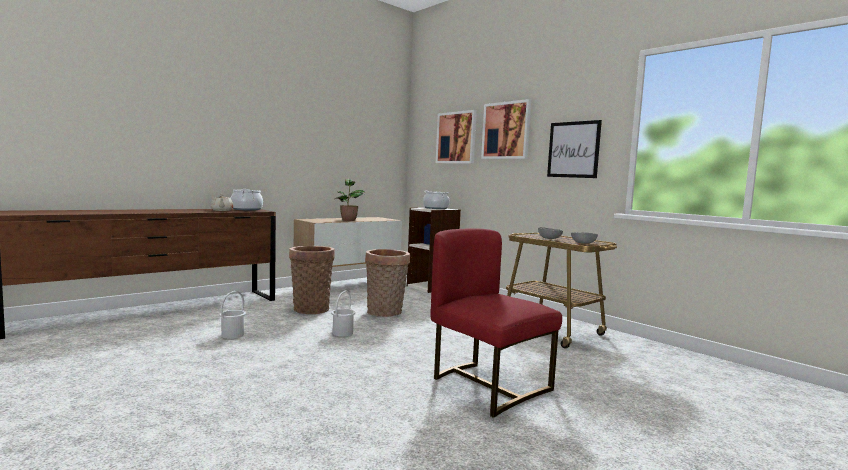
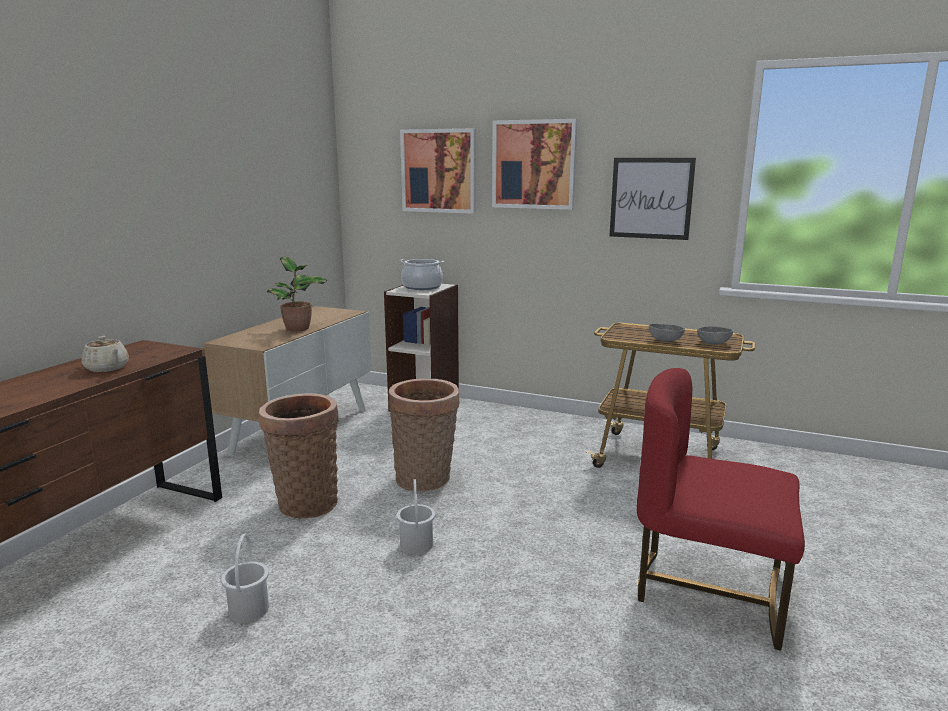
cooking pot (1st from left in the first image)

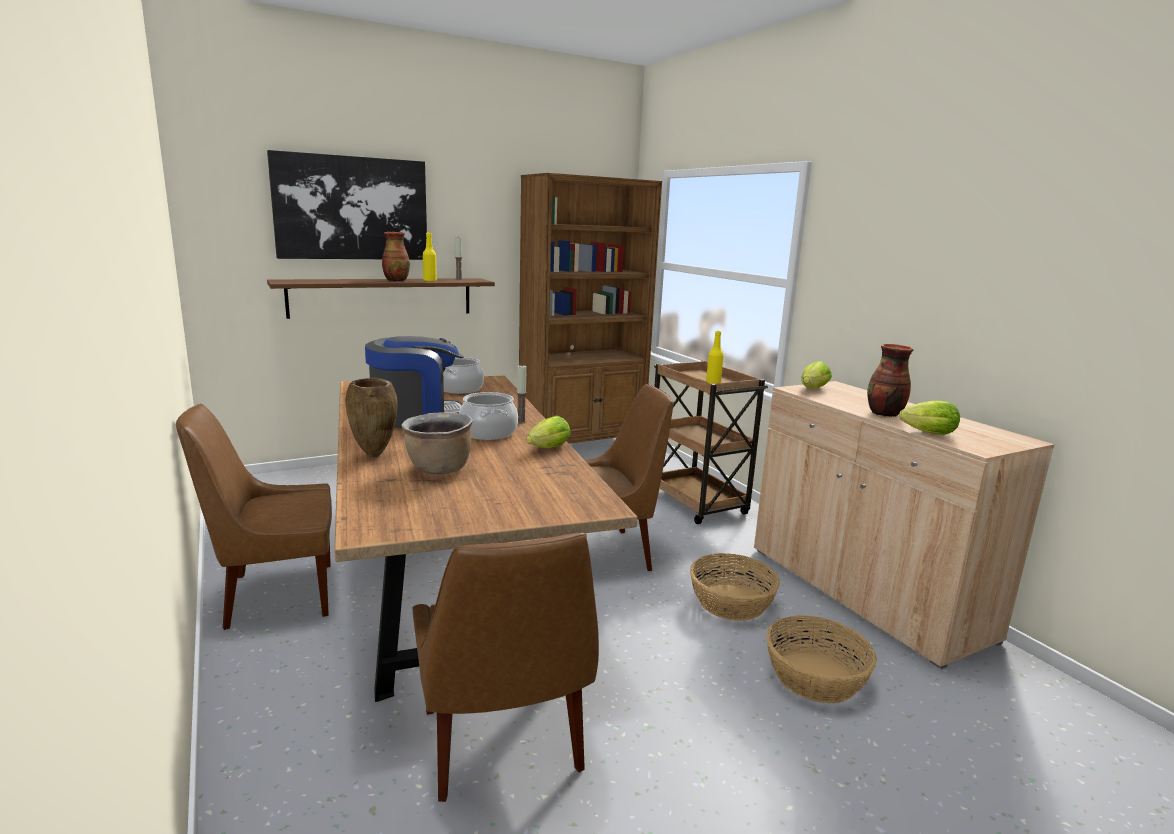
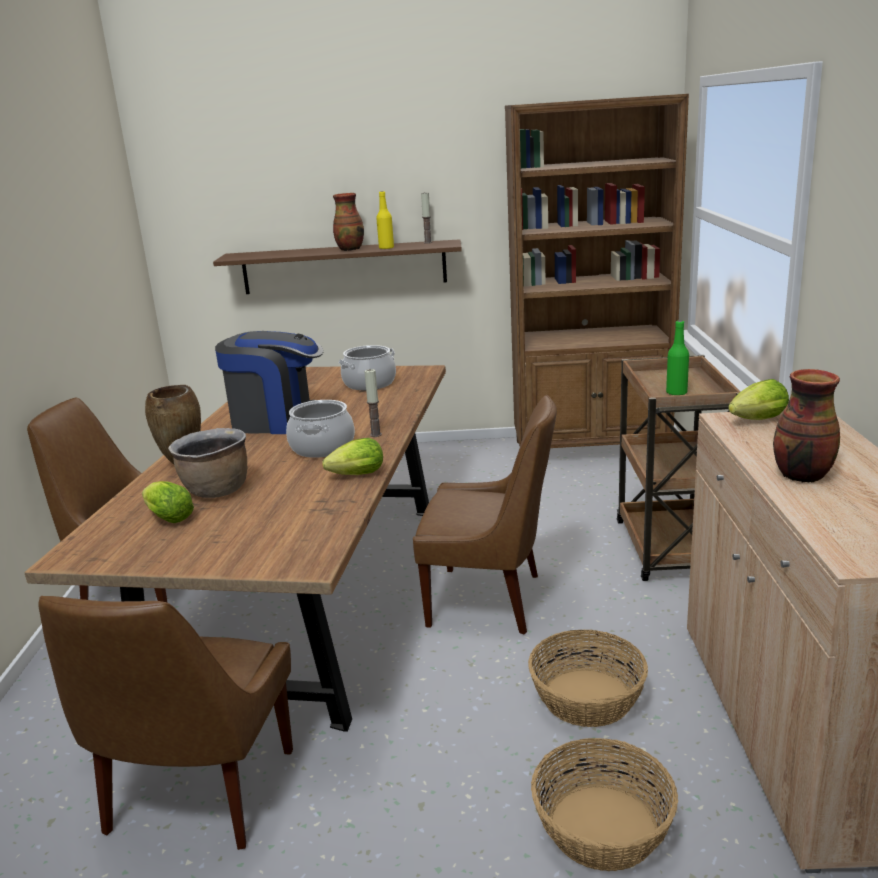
head of lettuce (1st from left)
green-coloured bottle
picture

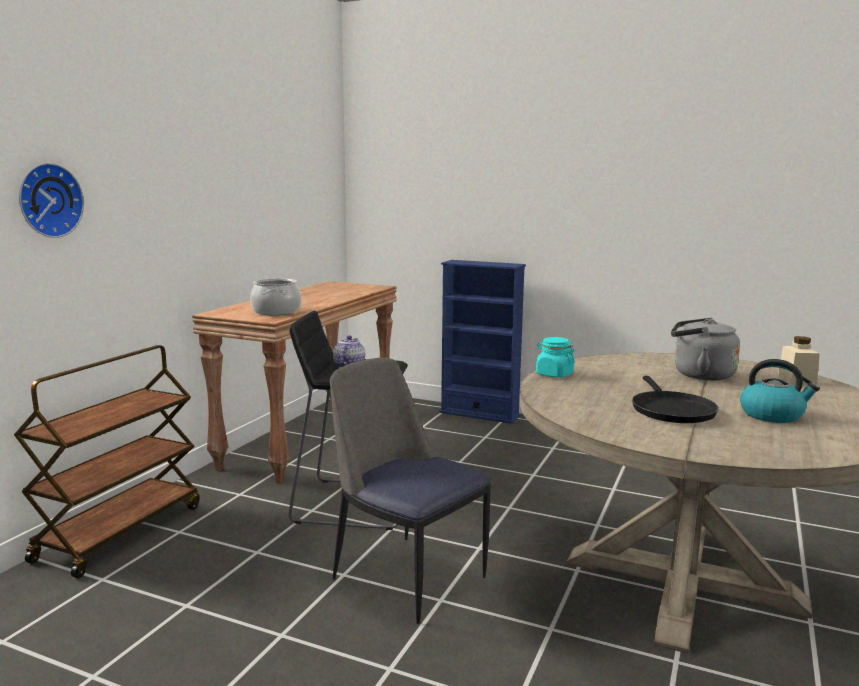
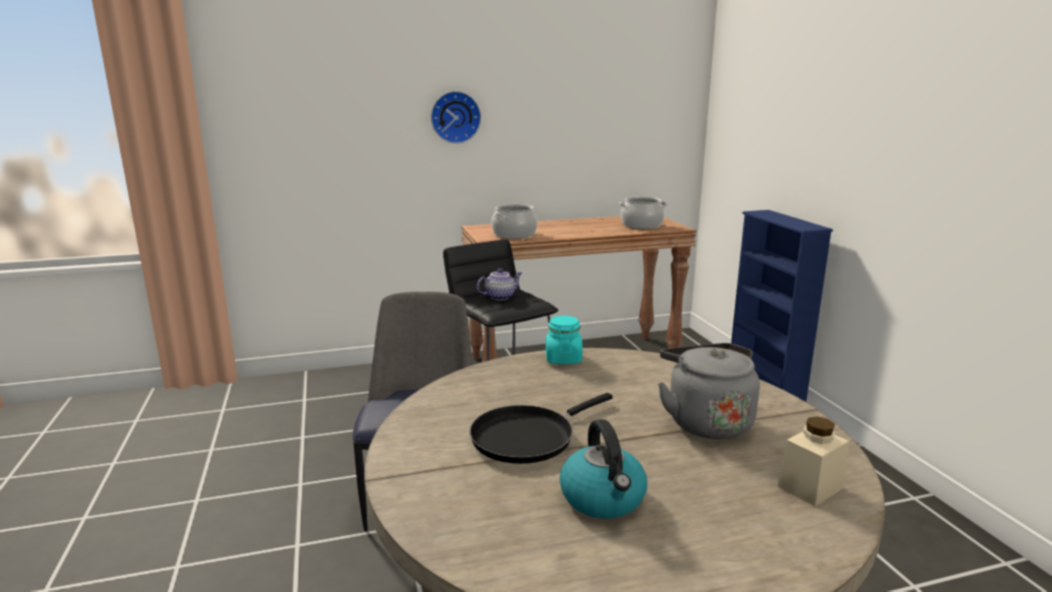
clock on the wall
cooking pot (2nd from left)
brown-coloured trolley

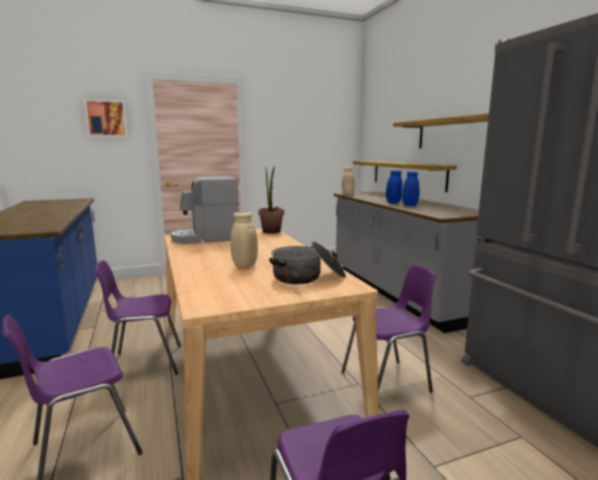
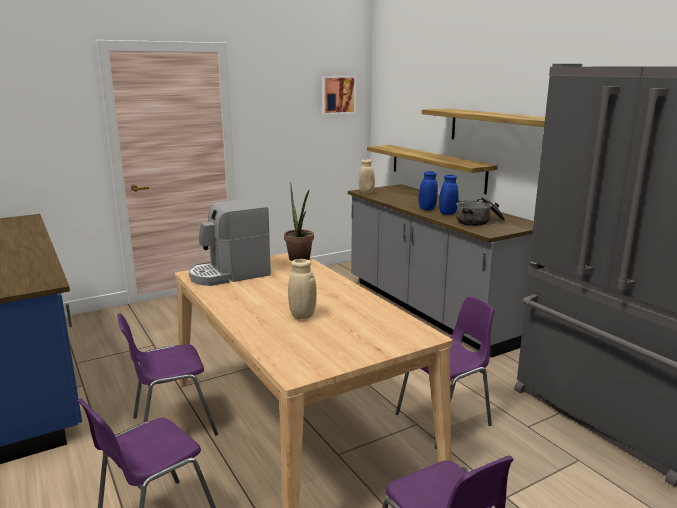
picture
cooking pot

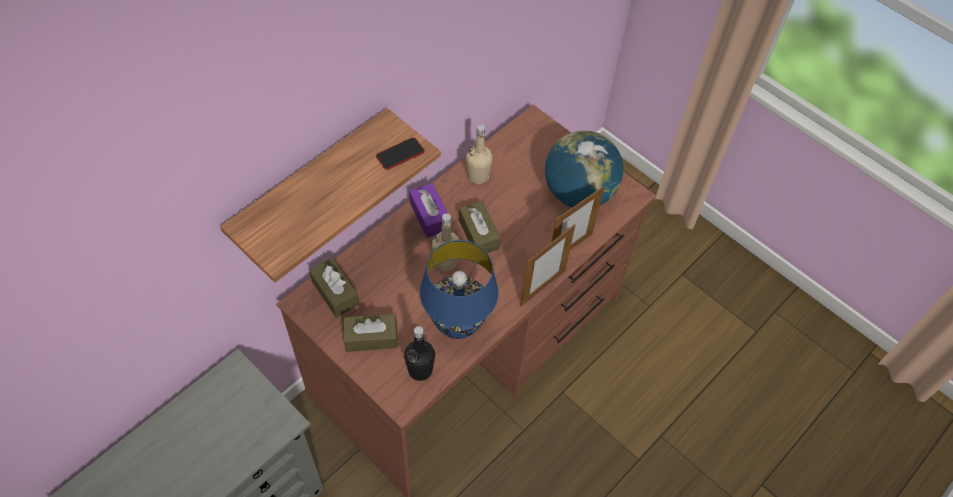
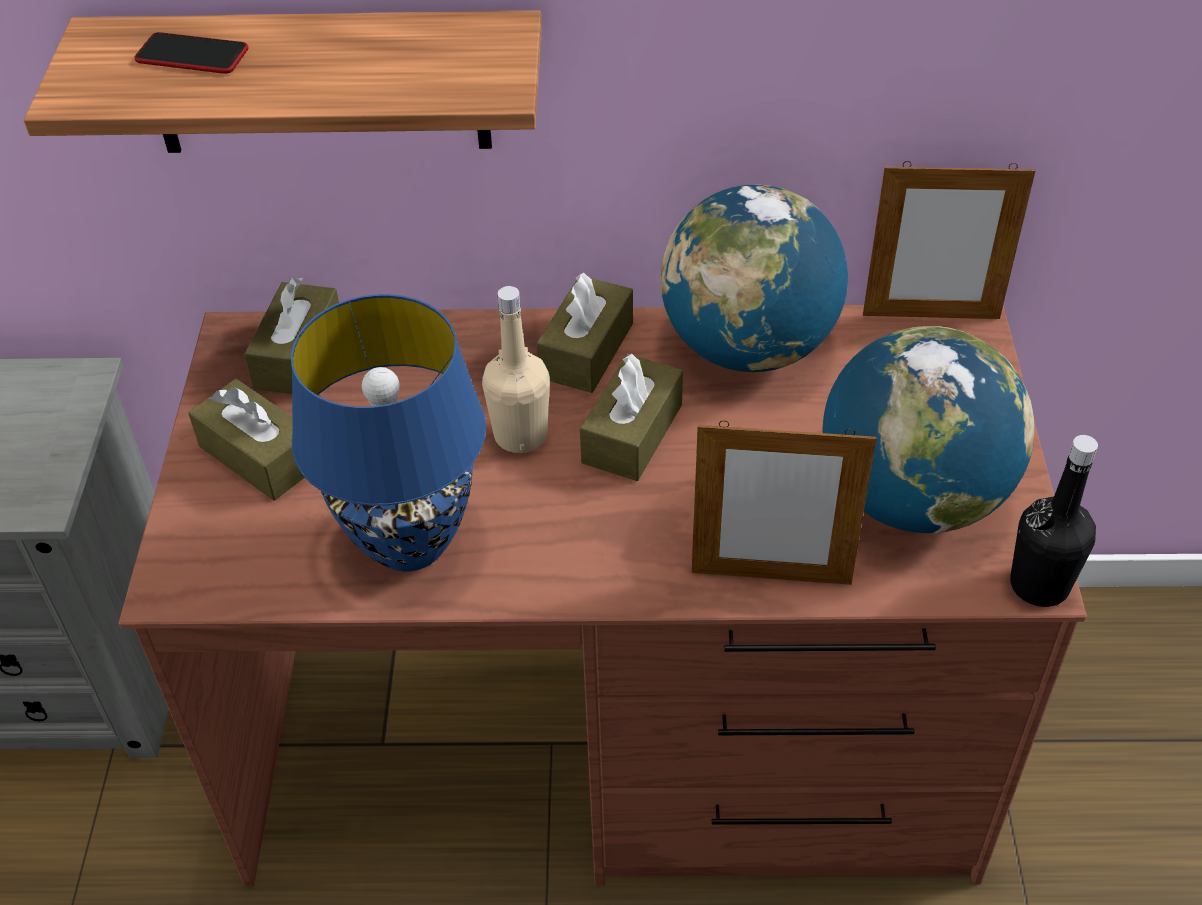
handset
brown-coloured box of tissues (3rd from left)
globe (1st from left)
picture frame (2nd from left)
blackish bottle

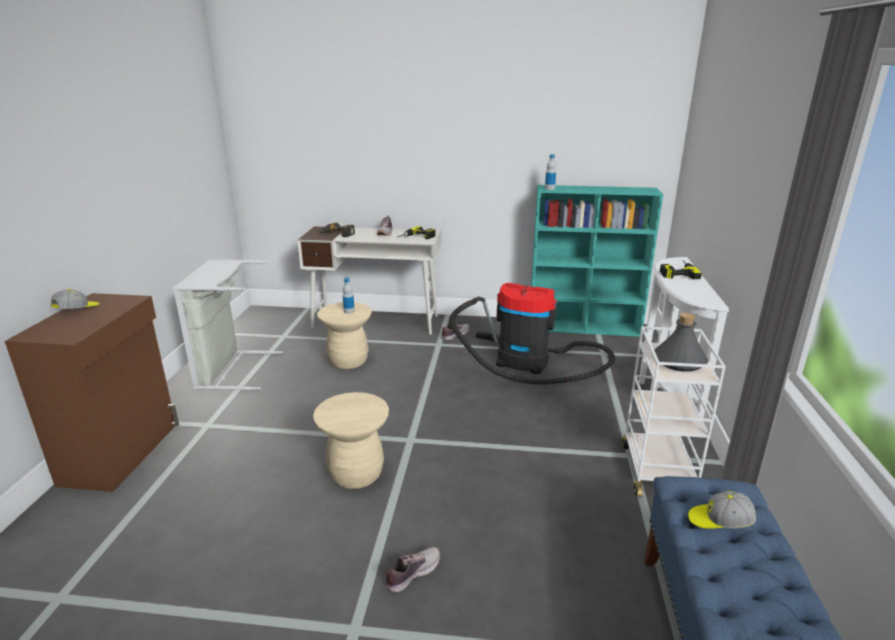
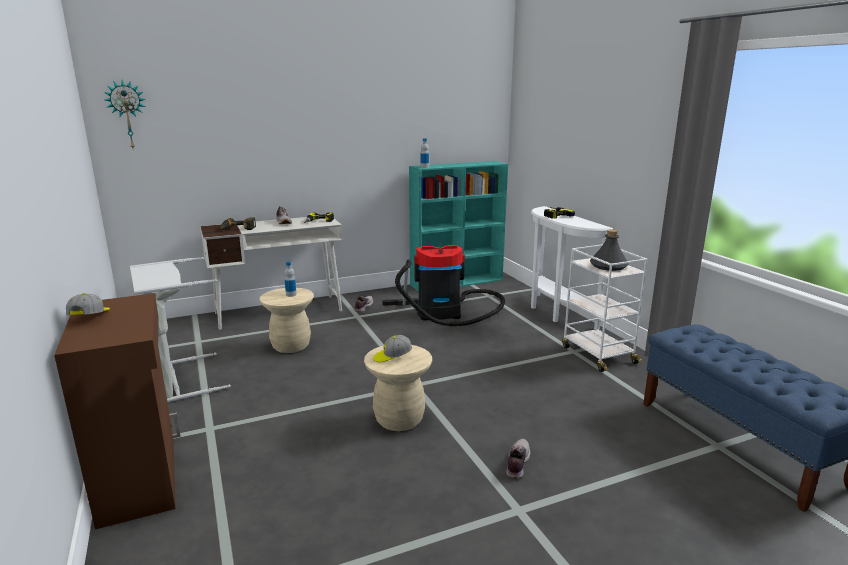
clock on the wall
baseball cap (2nd from left)

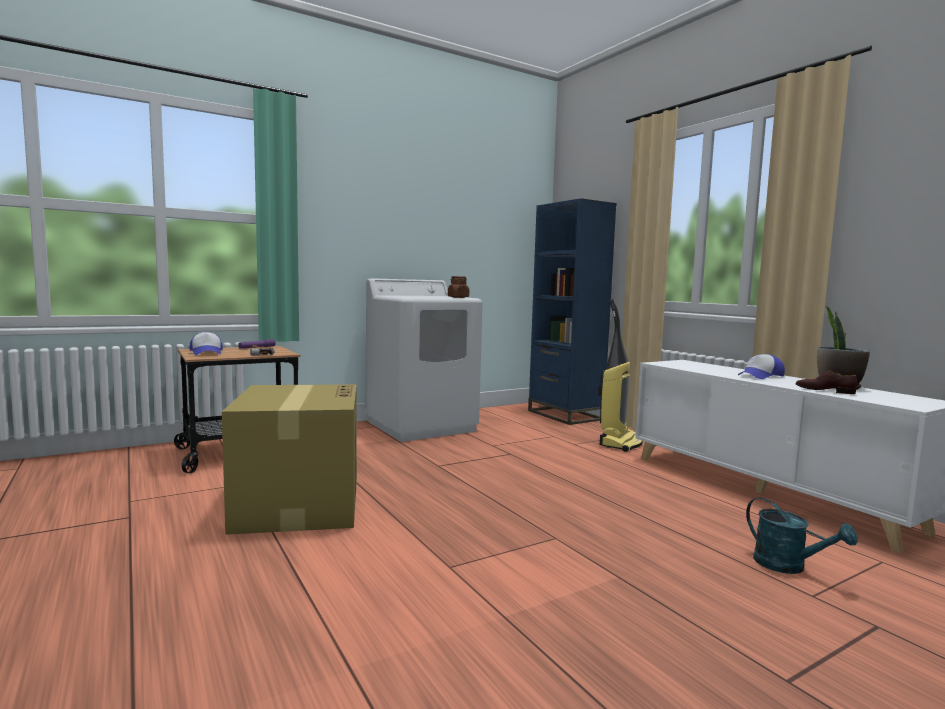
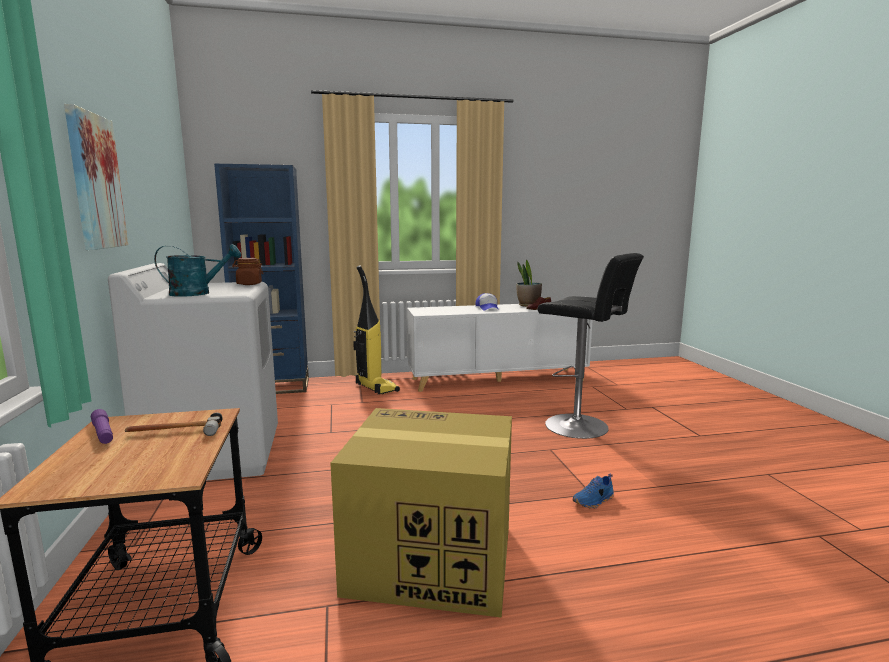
picture
turquoise watering pot
blackish stool
blue item of footwear
baseball cap (1st from left in the first image)

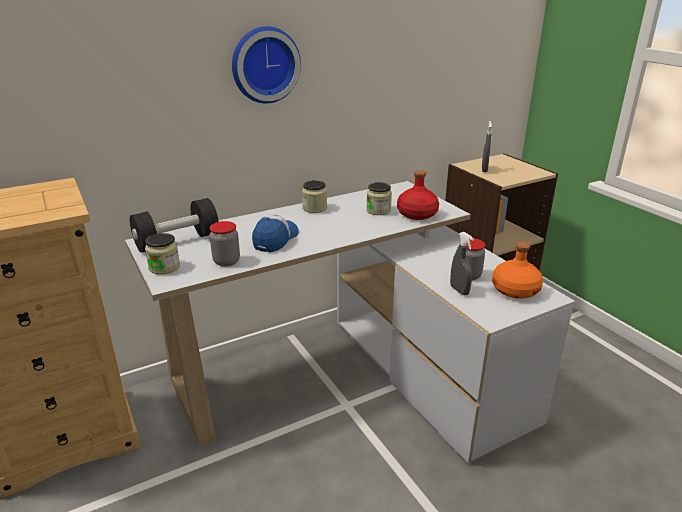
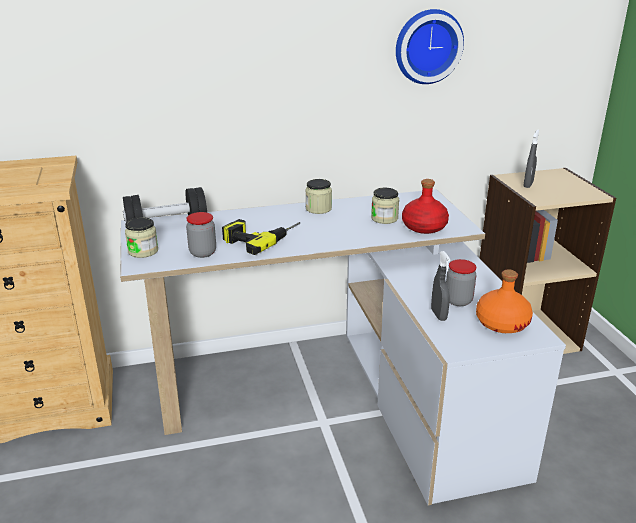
electric drill
clock on the wall

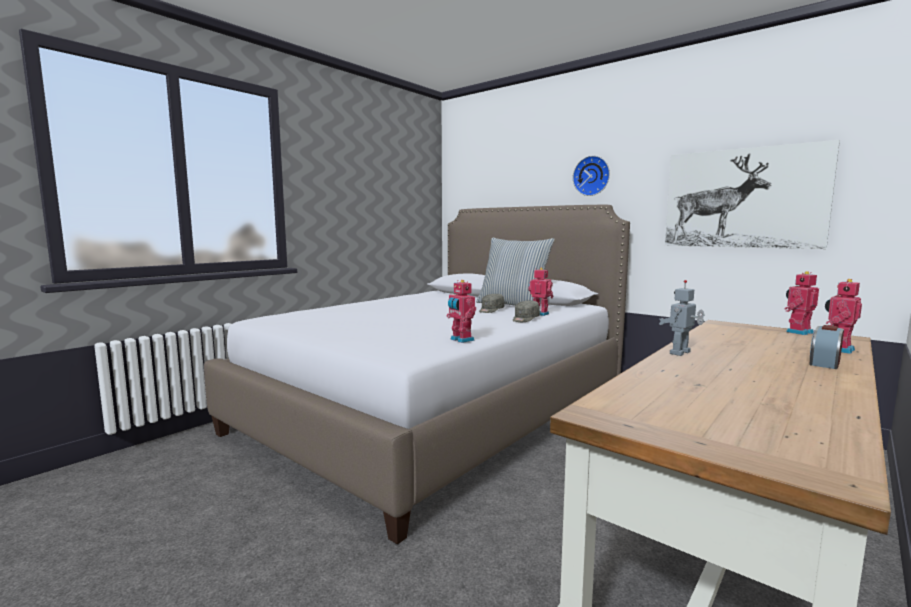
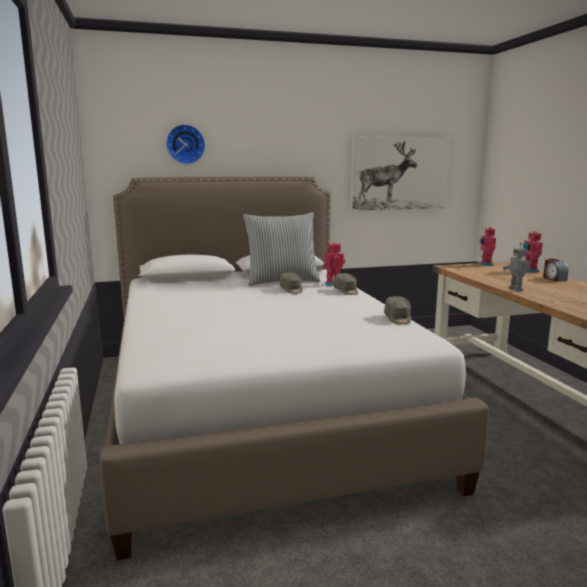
clock on the wall
gray baseball cap (3rd from left)

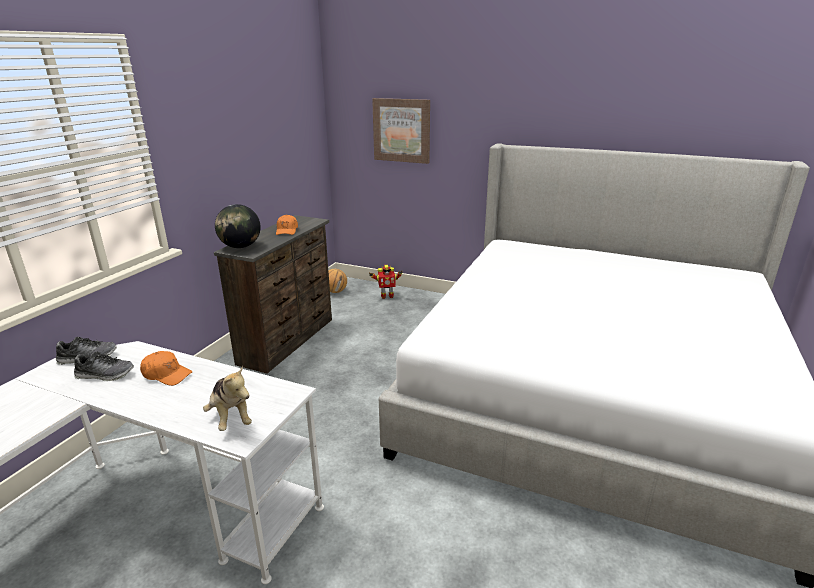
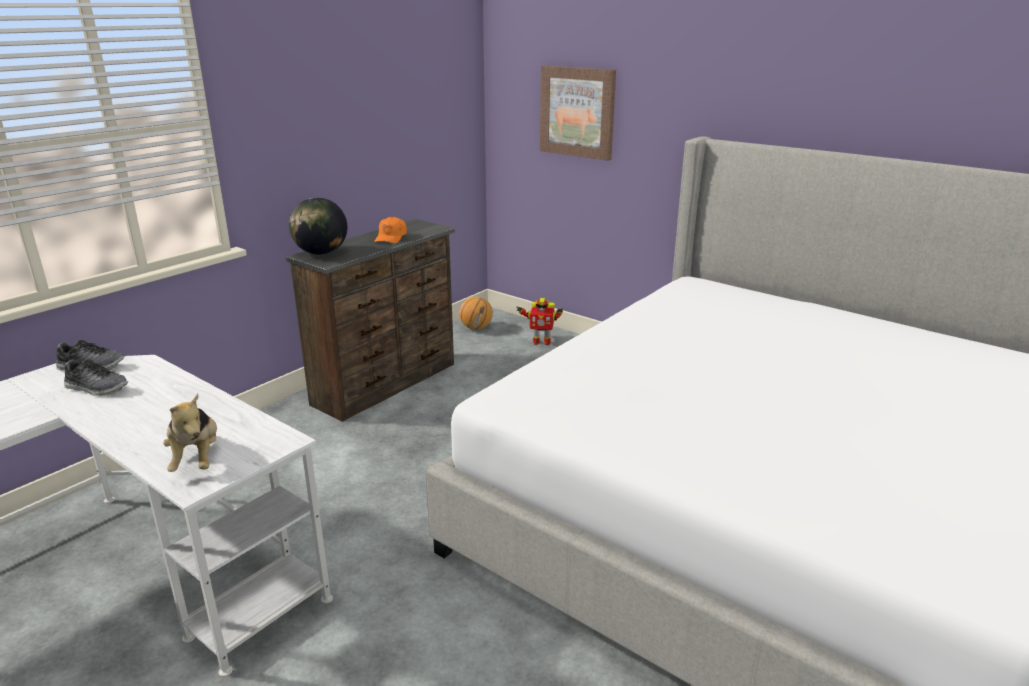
orange baseball cap (1st from left in the first image)

